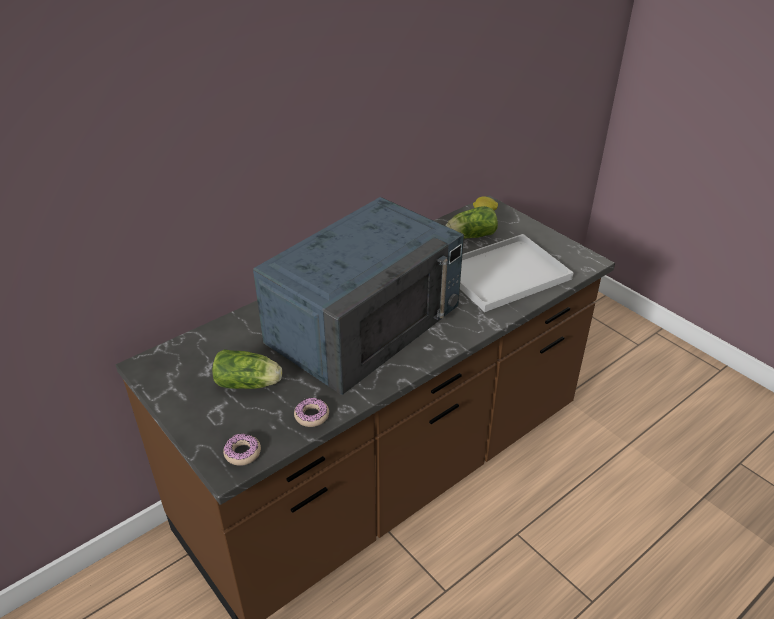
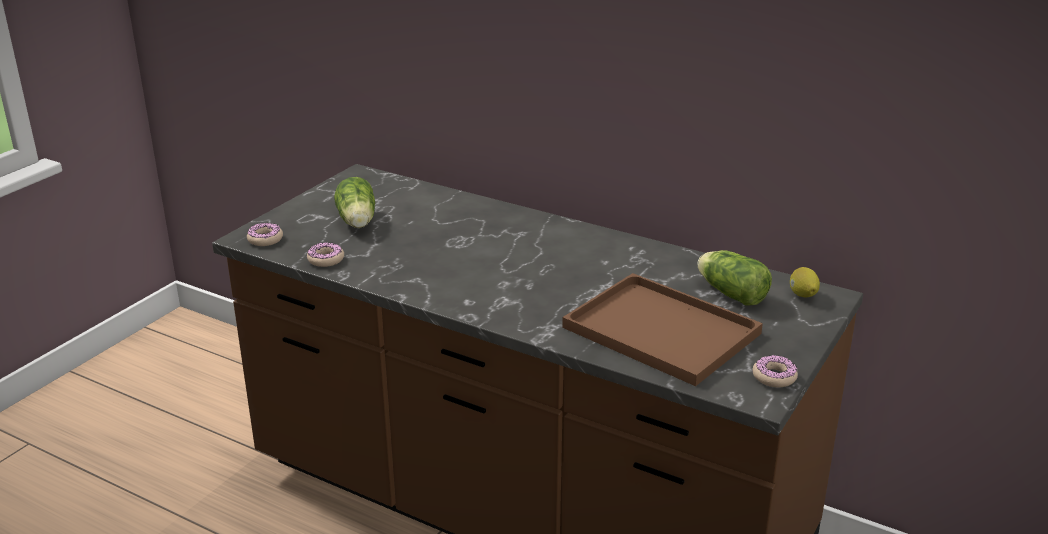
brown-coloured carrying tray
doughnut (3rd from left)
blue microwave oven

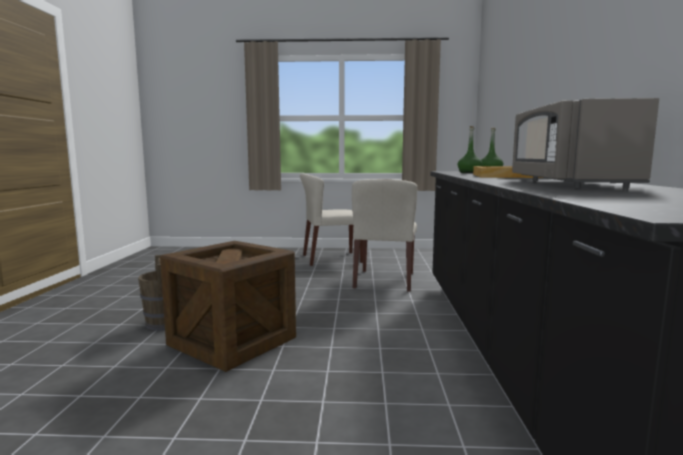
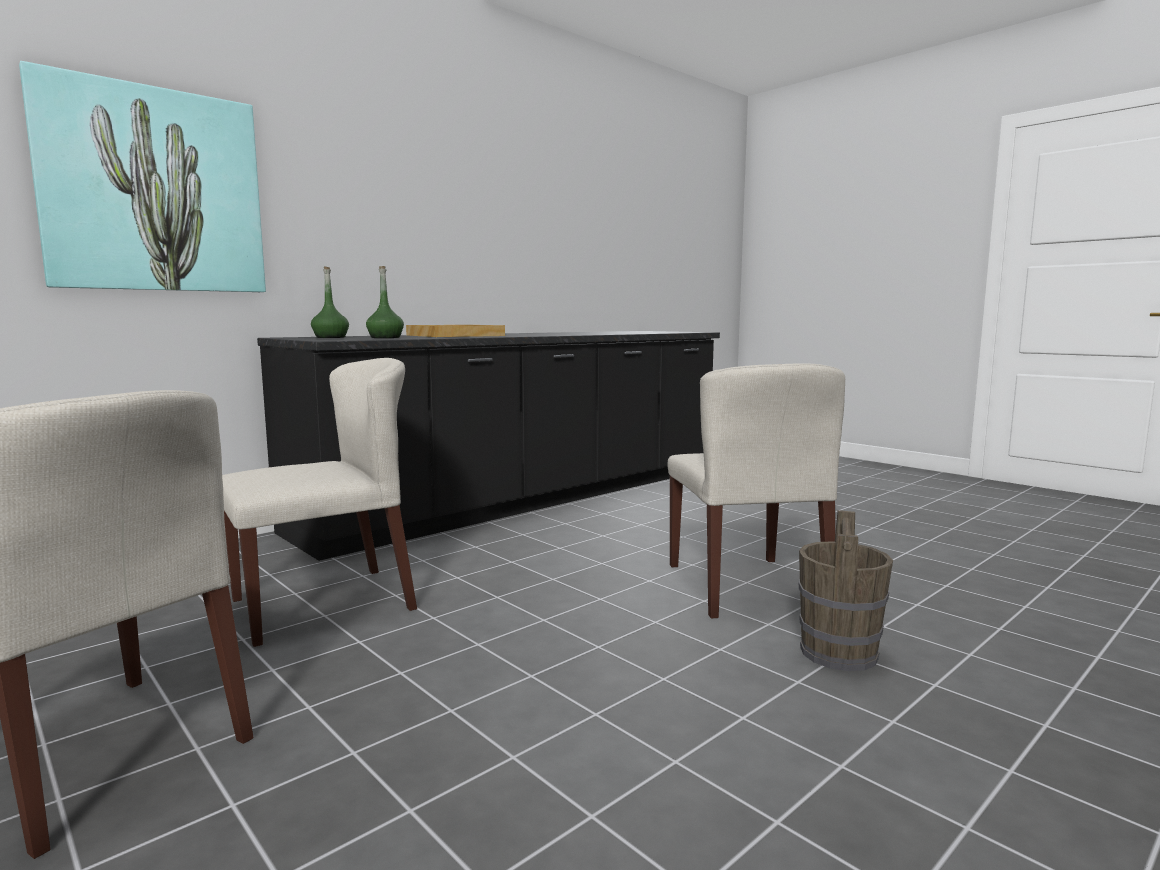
picture
beige plain chair (3rd from left)
gray microwave oven

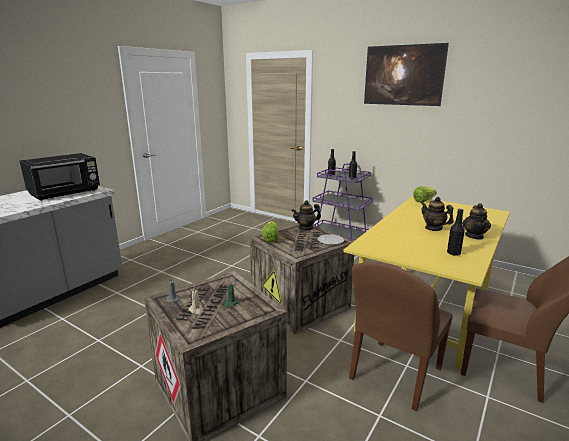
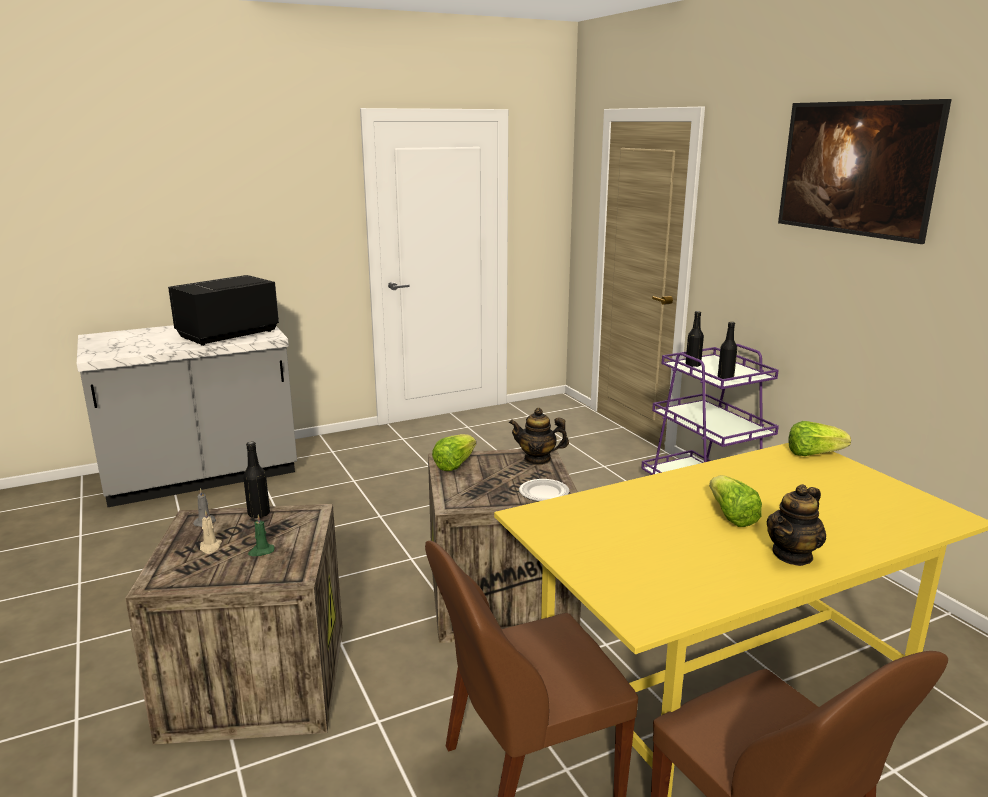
blackish microwave oven
blackish bottle (1st from left)
head of lettuce (2nd from left)

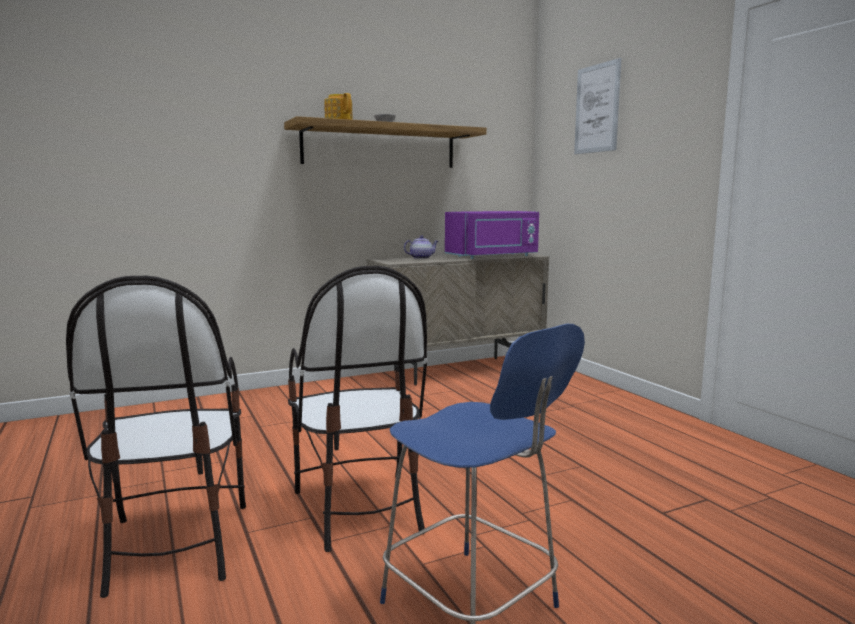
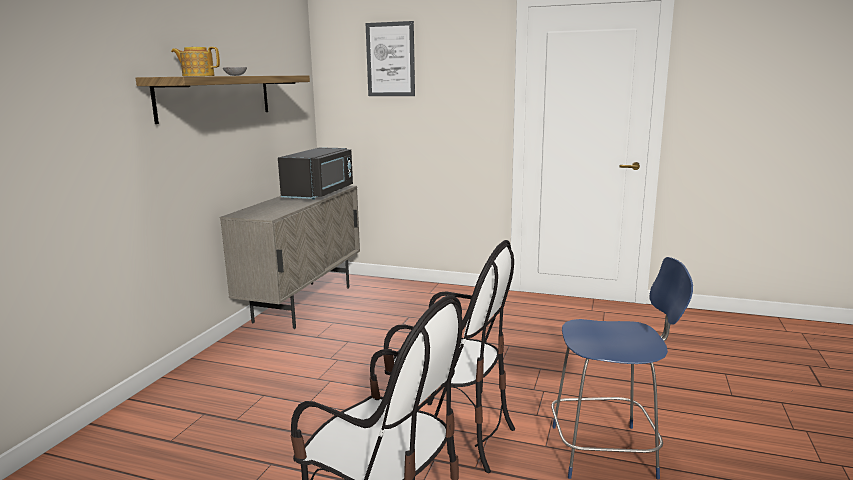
blackish microwave oven
teapot (2nd from left in the first image)

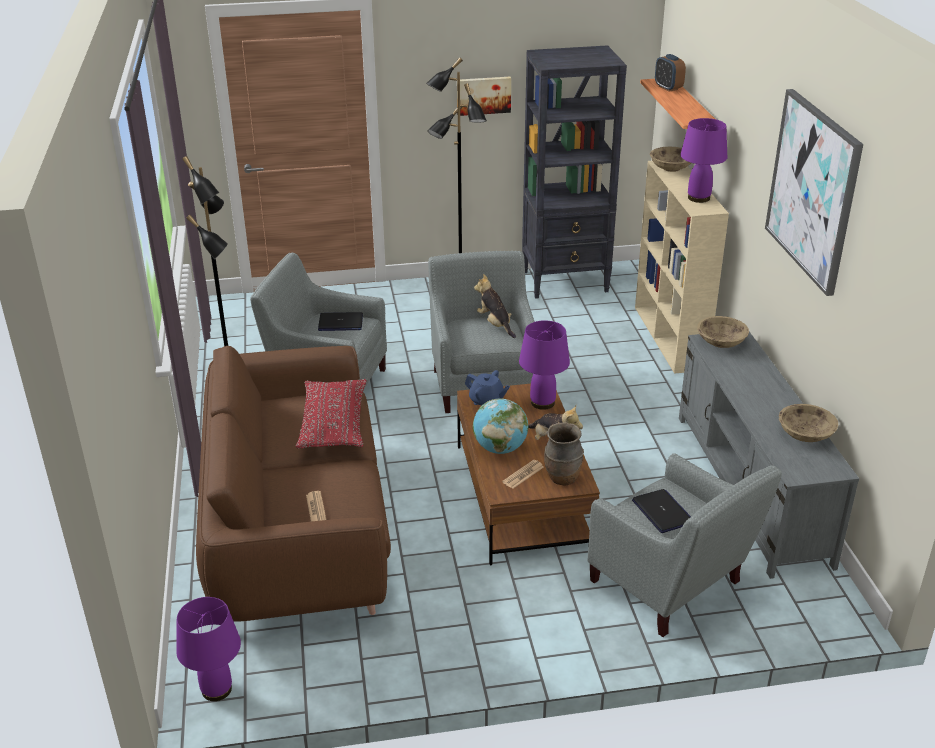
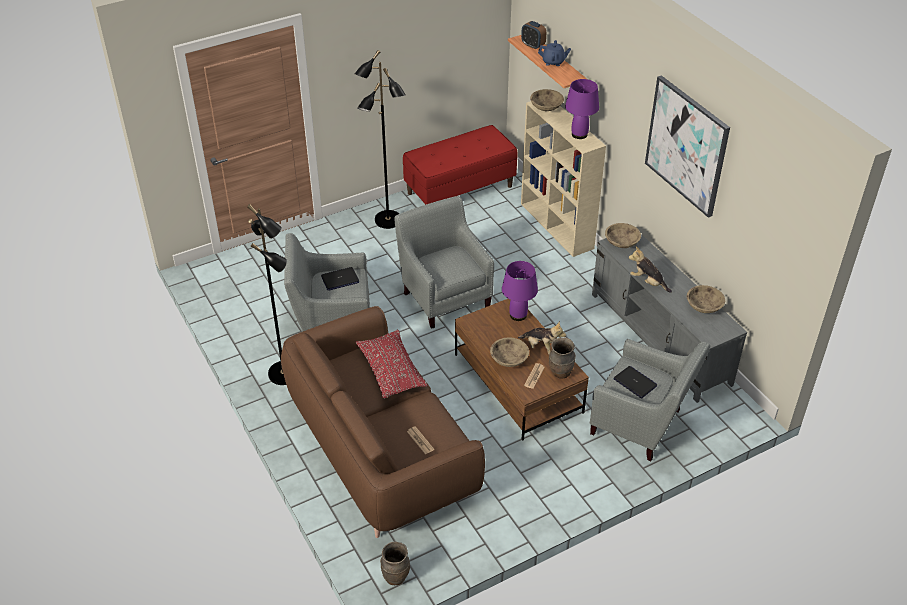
brown-coloured flower vase (1st from left)
red-coloured long seat
beige serving bowl (1st from left)
blue teapot
soft toy (2nd from left)
picture (1st from left in the first image)

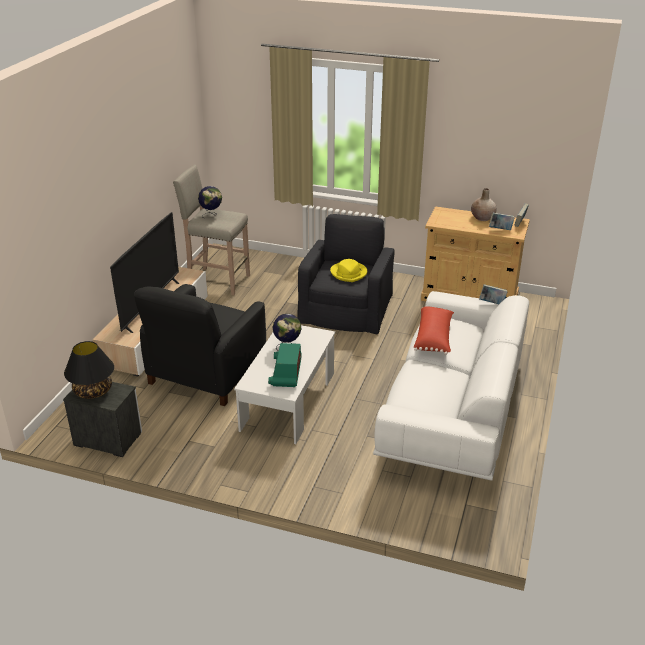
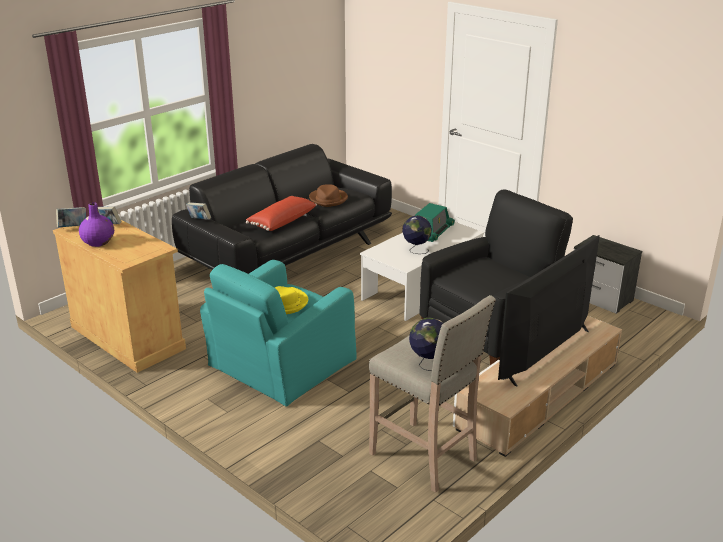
purple flower vase
blackish couch
turquoise easy chair
brown-coloured wearable hat
blackish lamp for a table

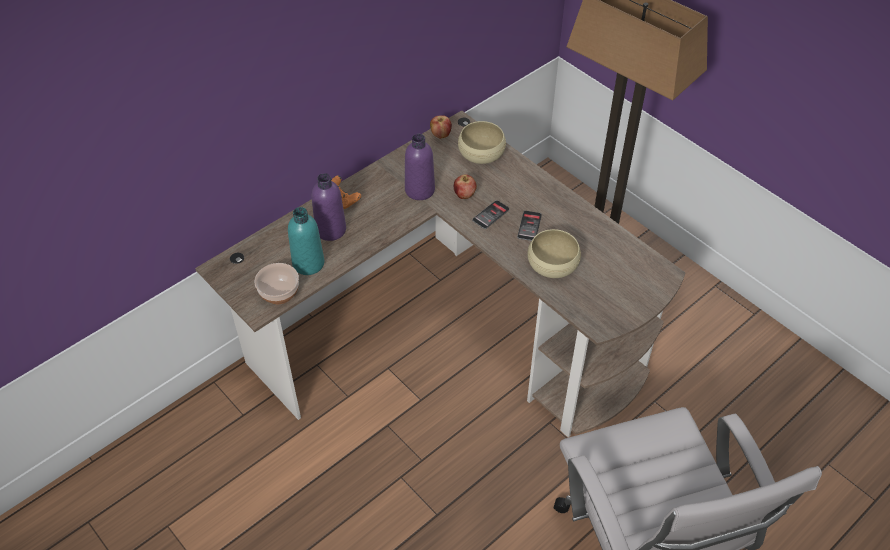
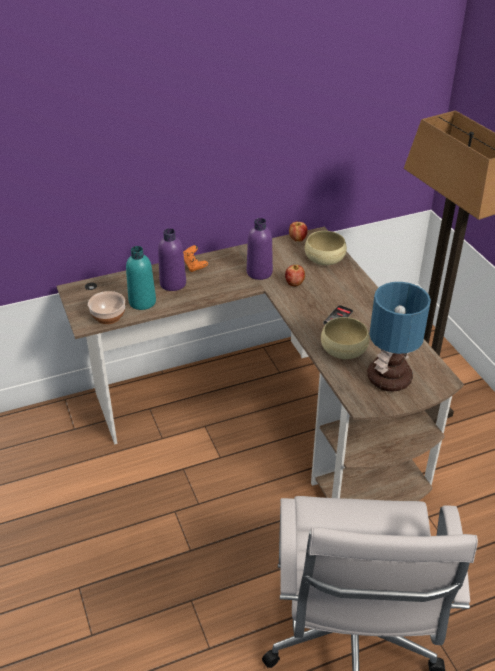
lamp for a table
handset (1st from left in the first image)

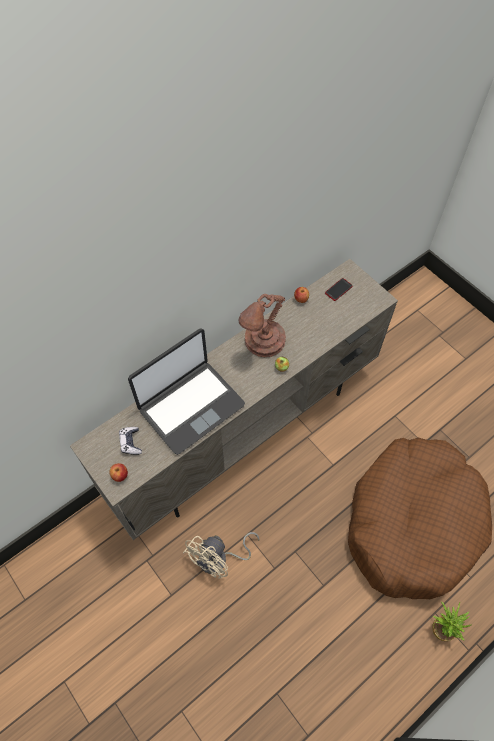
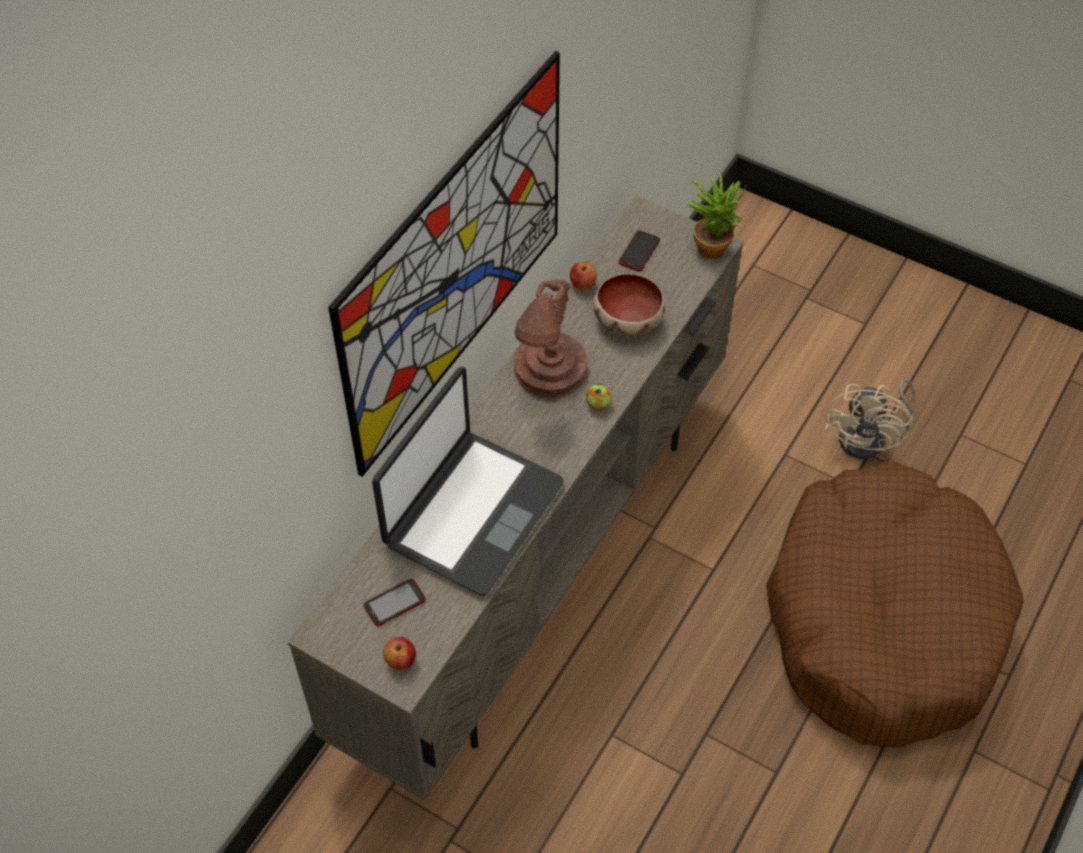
picture
handset (1st from left)
serving bowl
plant in a pot
beige fan

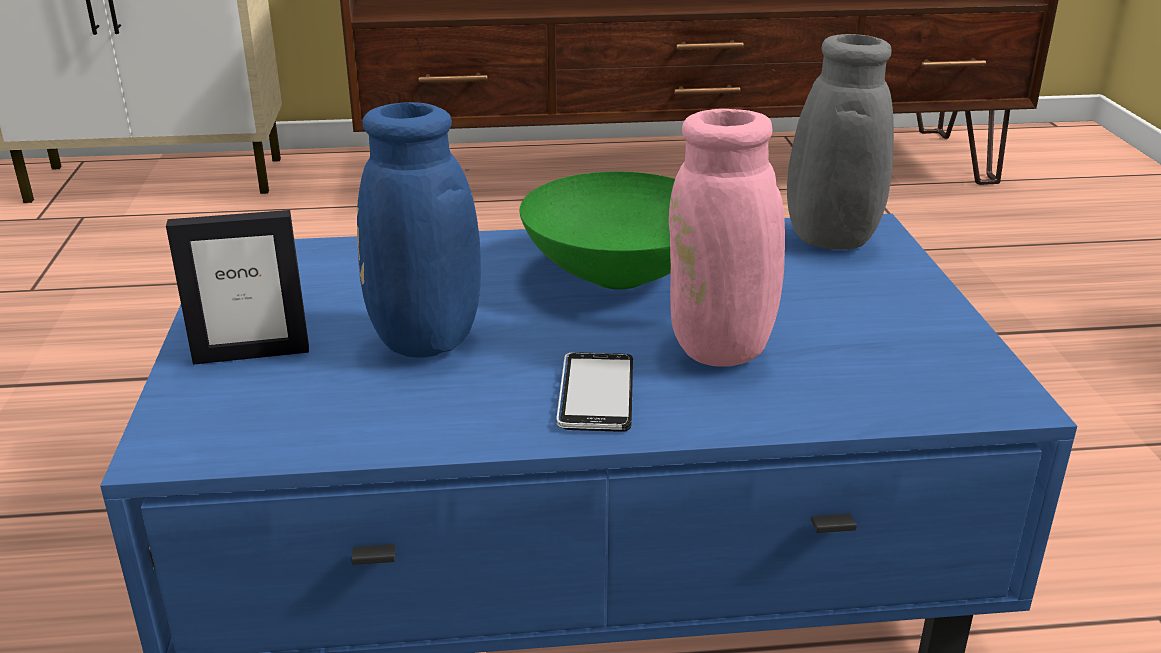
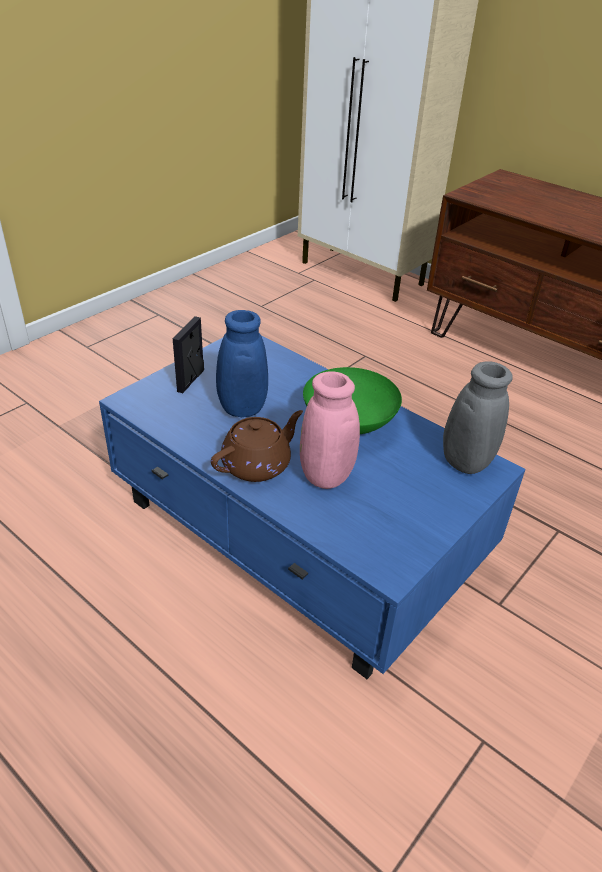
picture frame
brown-coloured teapot

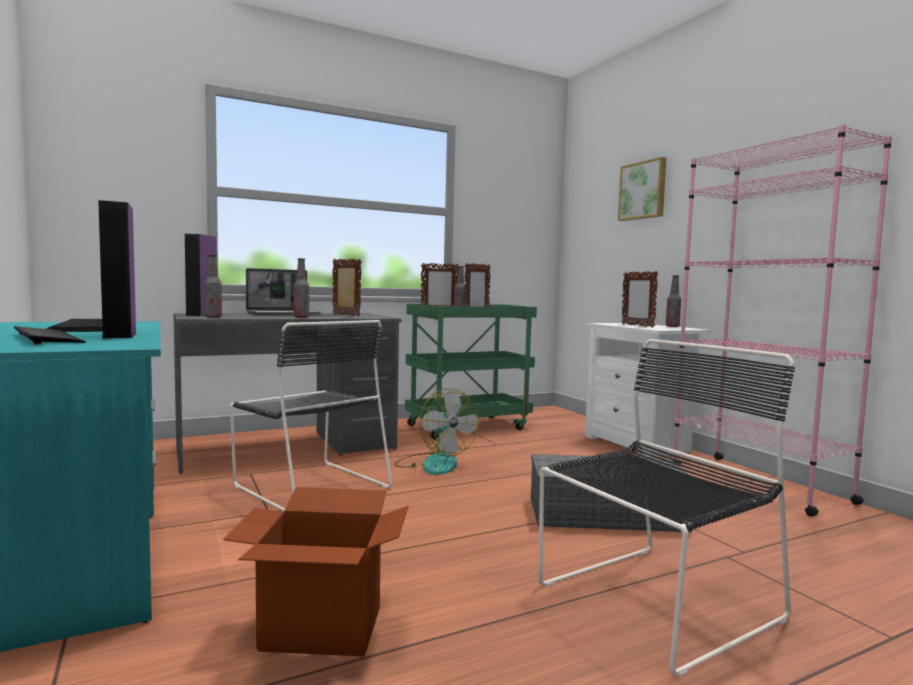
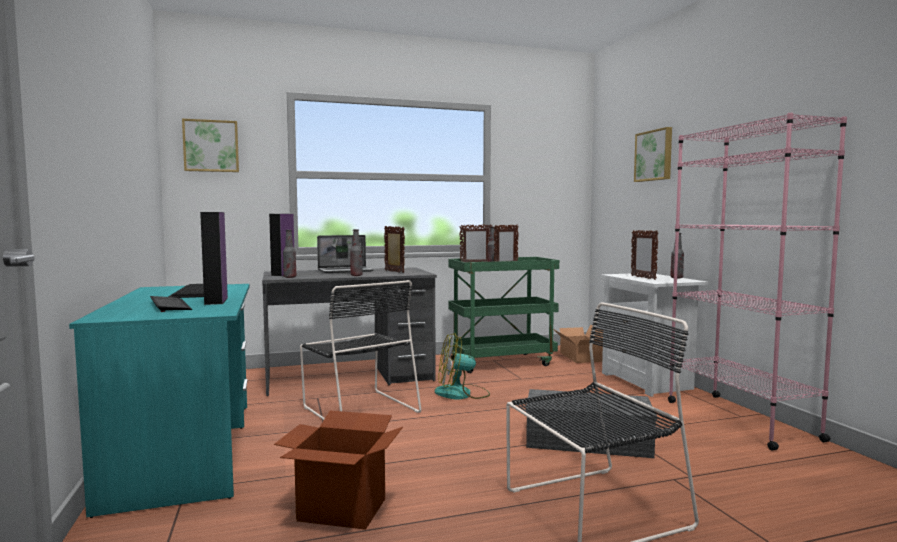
picture (1st from left)
fan
carton (2nd from left)

